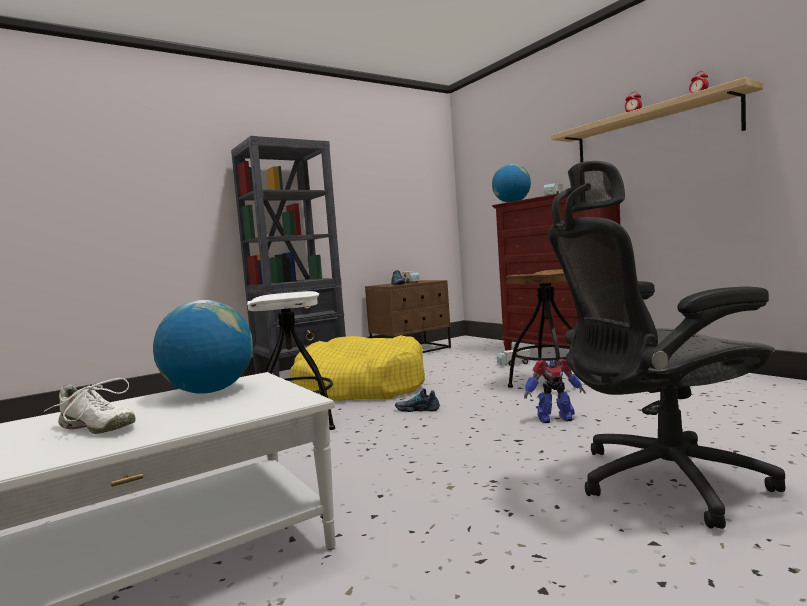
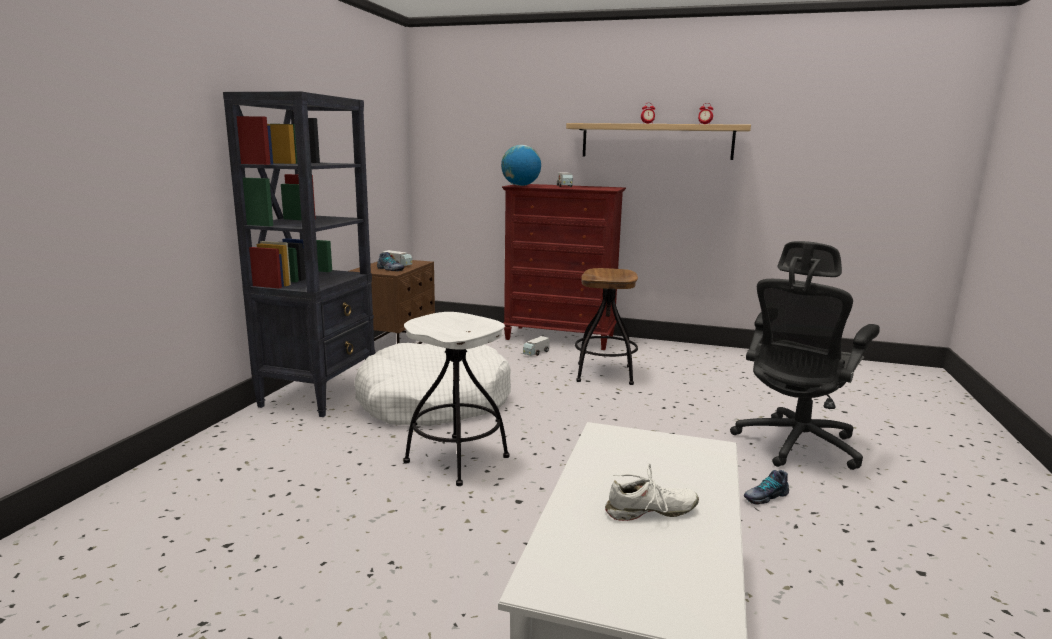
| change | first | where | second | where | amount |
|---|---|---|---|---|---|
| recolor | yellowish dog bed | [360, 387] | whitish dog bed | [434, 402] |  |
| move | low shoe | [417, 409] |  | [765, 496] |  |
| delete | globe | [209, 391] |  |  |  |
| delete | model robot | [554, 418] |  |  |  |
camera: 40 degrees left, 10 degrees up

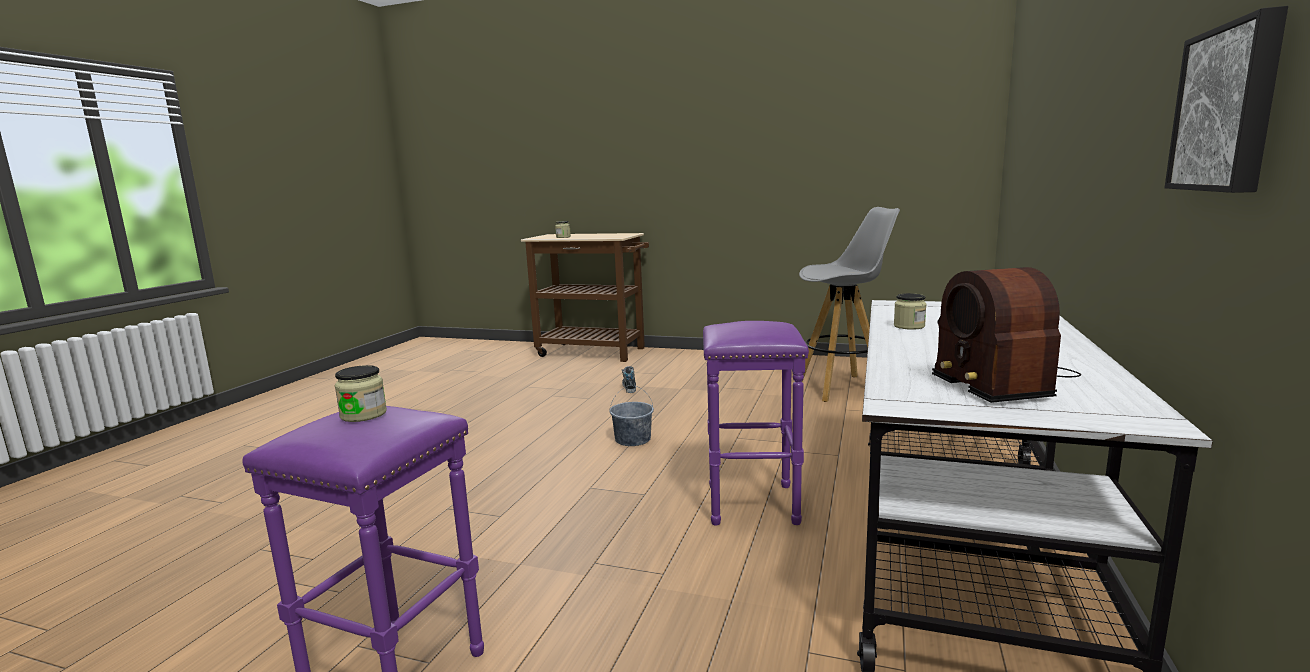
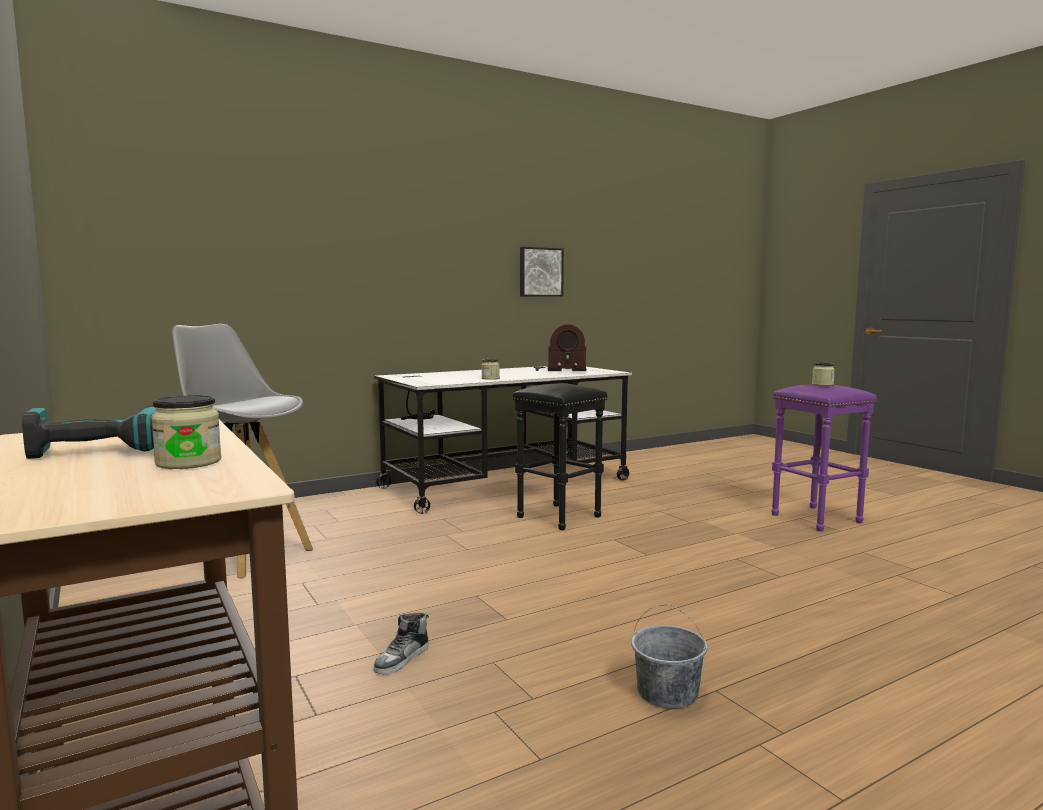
| change | first | where | second | where | amount |
|---|---|---|---|---|---|
| insert |  |  | electric drill | [107, 447] |  |
| recolor | purple-coloured stool | [750, 503] | black-coloured stool | [559, 517] |  |
| rotate | radio | [1001, 380] |  | [559, 370] | 60 degrees clockwise |
| move | greyish bucket | [632, 439] |  | [668, 693] |  |
camera: 140 degrees left, 5 degrees down

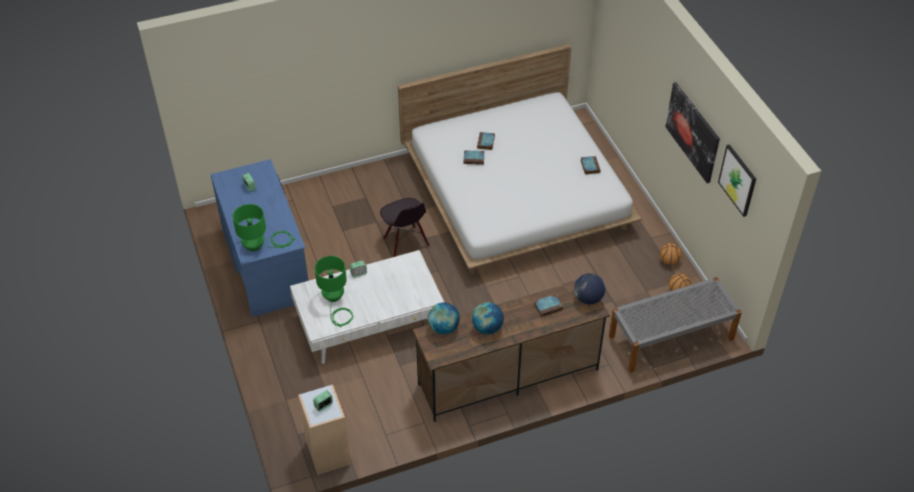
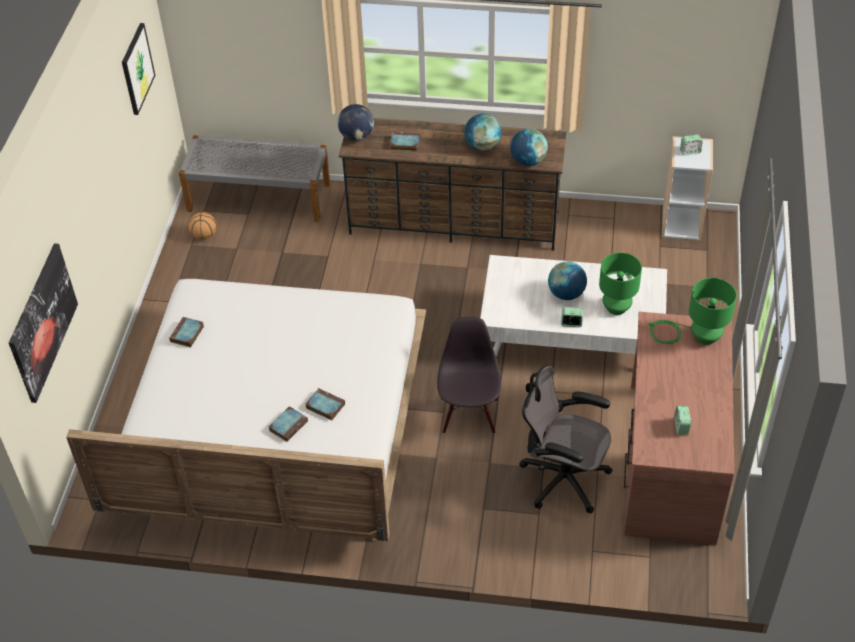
| change | first | where | second | where | amount |
|---|---|---|---|---|---|
| move | wall picture | [693, 132] |  | [42, 322] |  |
| insert |  |  | desk chair | [563, 480] |  |
| insert |  |  | globe | [566, 294] |  |
| recolor | bluish desk | [266, 263] | brownish desk | [670, 462] |  |
| delete | ball for basketball | [669, 261] |  |  |  |
camera: 150 degrees left, 0 degrees up

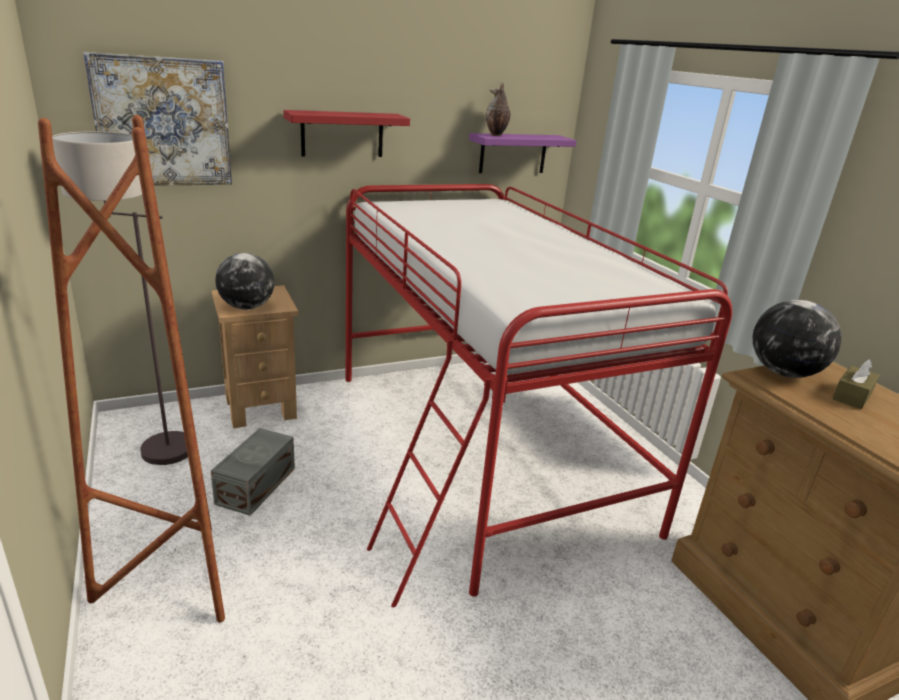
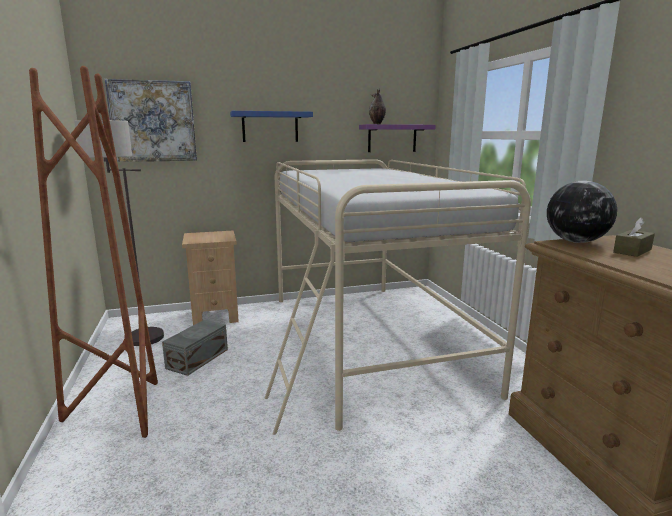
| change | first | where | second | where | amount |
|---|---|---|---|---|---|
| recolor | reddish bracket shelf | [342, 134] | bluish bracket shelf | [270, 127] |  |
| recolor | reddish sleeping bed | [479, 449] | beige-coloured sleeping bed | [366, 341] |  |
| delete | globe | [247, 307] |  |  |  |
camera: 10 degrees right, 10 degrees down

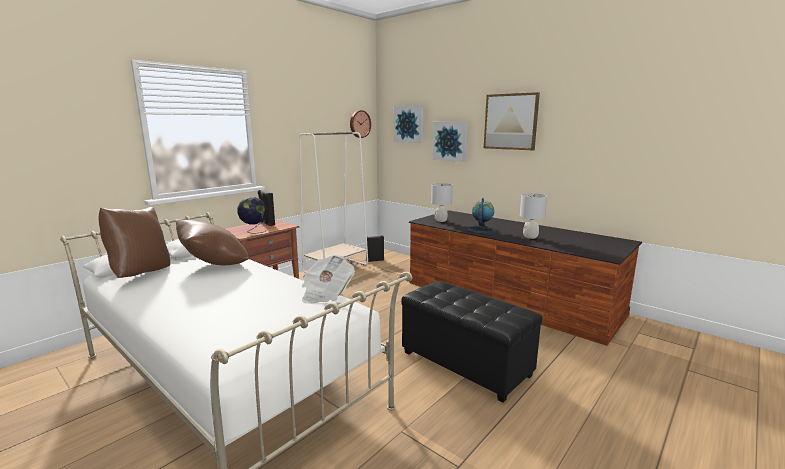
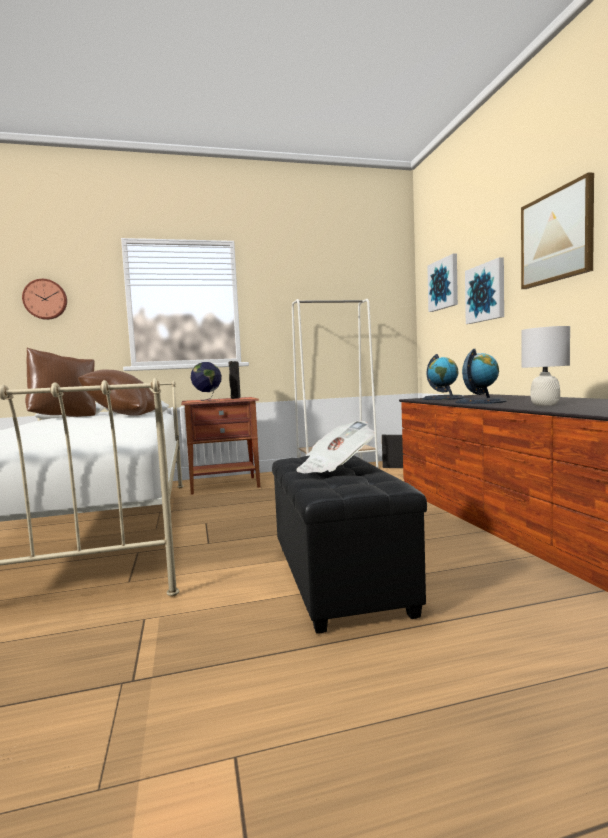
| change | first | where | second | where | amount |
|---|---|---|---|---|---|
| move | hanging clock | [359, 124] |  | [45, 299] |  |
| move | printed paper | [326, 293] |  | [335, 468] |  |
| replace | greyish lamp for a table | [441, 221] | globe | [443, 398] |  |
camera: 35 degrees right, 10 degrees down

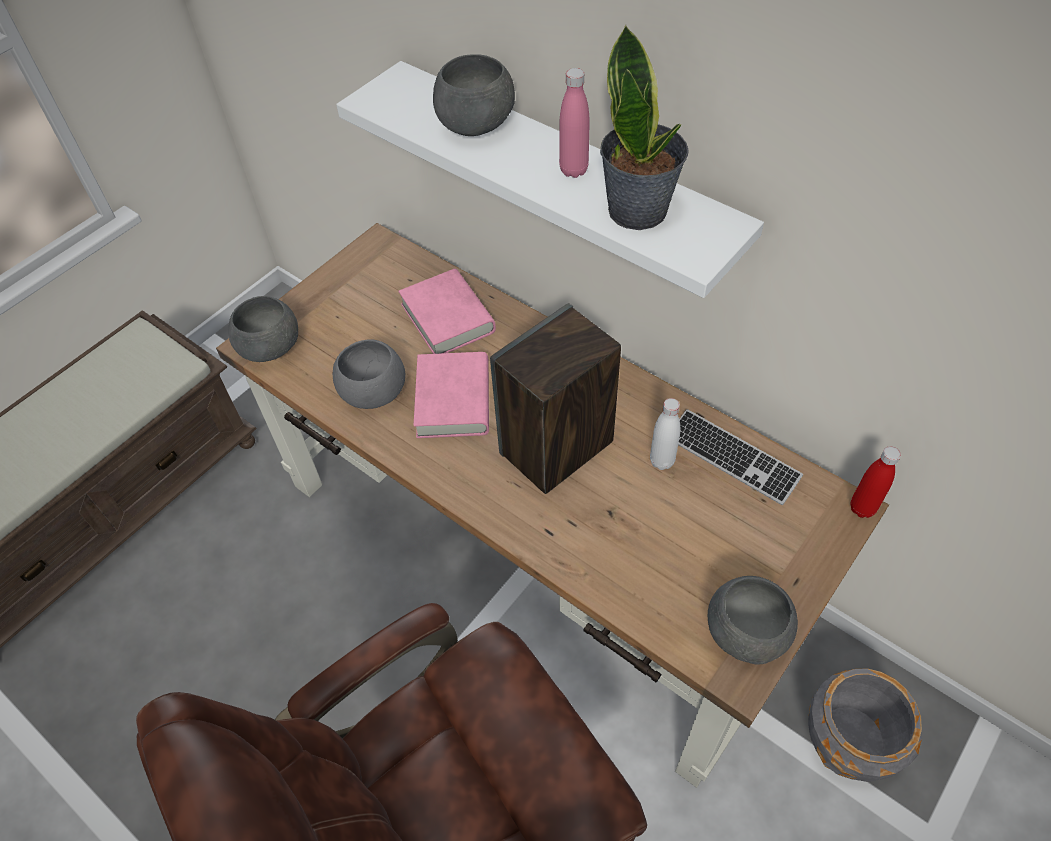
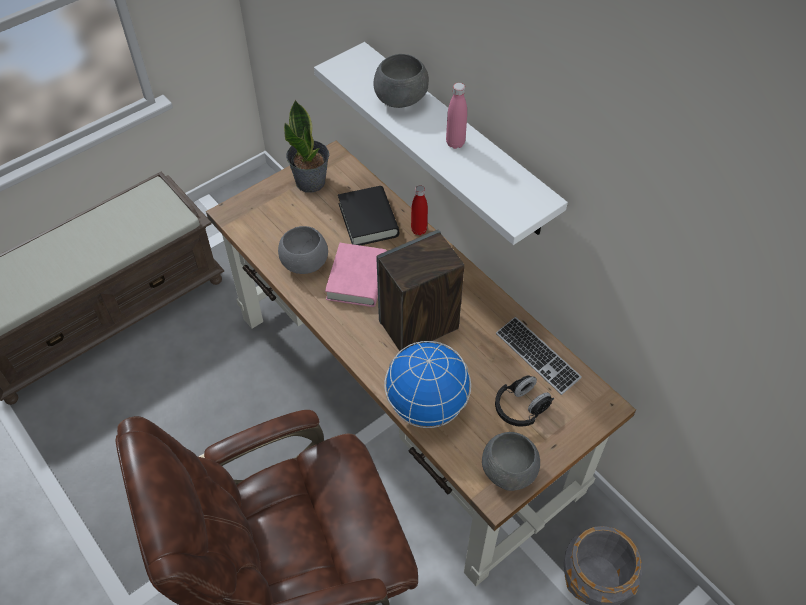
| change | first | where | second | where | amount |
|---|---|---|---|---|---|
| move | plant in a pot | [638, 210] |  | [311, 181] |  |
| recolor | pink book | [448, 318] | black-coloured book | [368, 220] |  |
| insert |  |  | globe | [426, 405] |  |
| move | reddish beverage bottle | [862, 508] |  | [419, 230] |  |
| insert |  |  | black-coloured headset | [521, 408] |  |
| delete | greyish bowl | [271, 349] |  |  |  |
| delete | whitish beverage bottle | [662, 461] |  |  |  |
camera: 10 degrees right, 0 degrees up

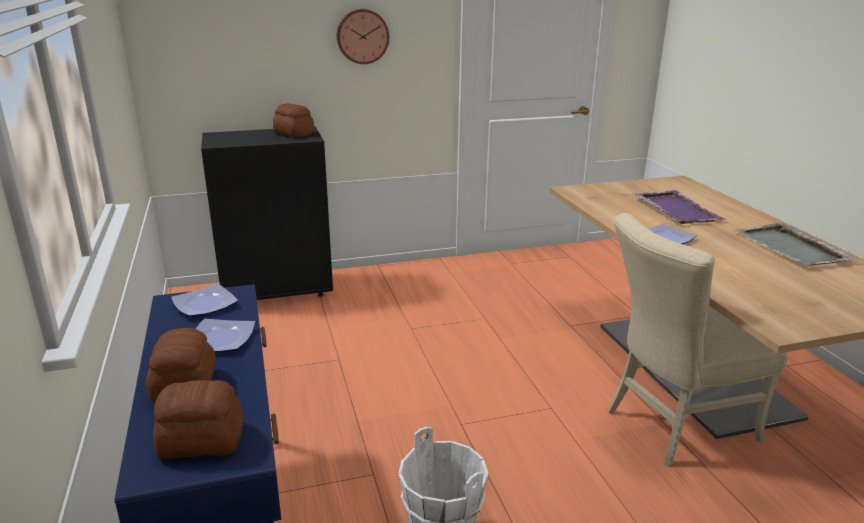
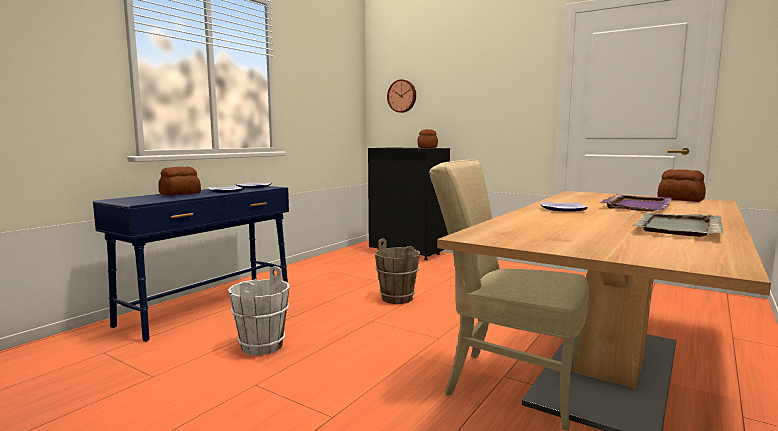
| change | first | where | second | where | amount |
|---|---|---|---|---|---|
| insert |  |  | brownish bucket | [397, 298] |  |
| move | hanging clock | [362, 36] |  | [402, 96] |  |
| move | baked bread | [202, 441] |  | [680, 200] |  |
camera: 50 degrees right, 15 degrees down

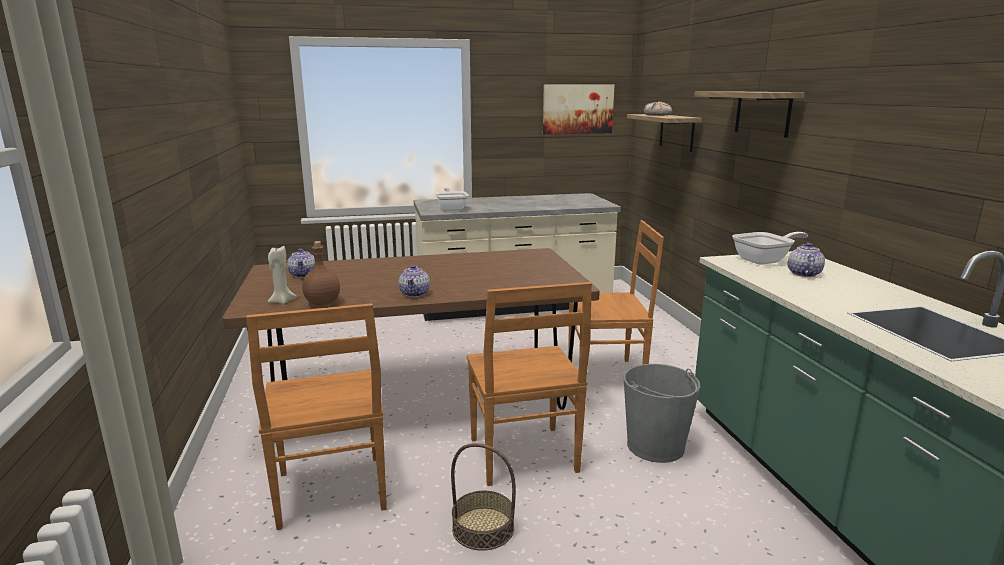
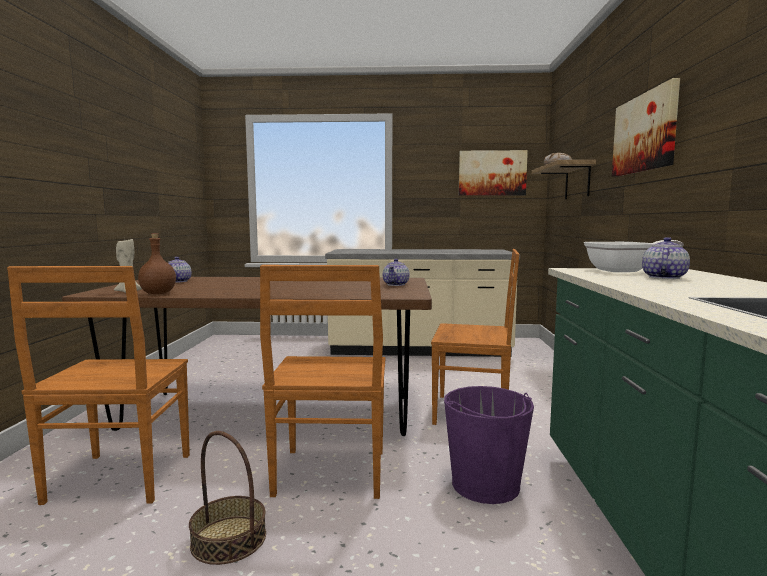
| change | first | where | second | where | amount |
|---|---|---|---|---|---|
| move | teapot | [415, 293] |  | [396, 284] |  |
| recolor | greyish bucket | [655, 446] | purple-coloured bucket | [485, 485] |  |
| replace | bracket shelf | [762, 113] | wall picture | [645, 133] |  |
| delete | pan | [451, 209] |  |  |  |
camera: 15 degrees right, 10 degrees down

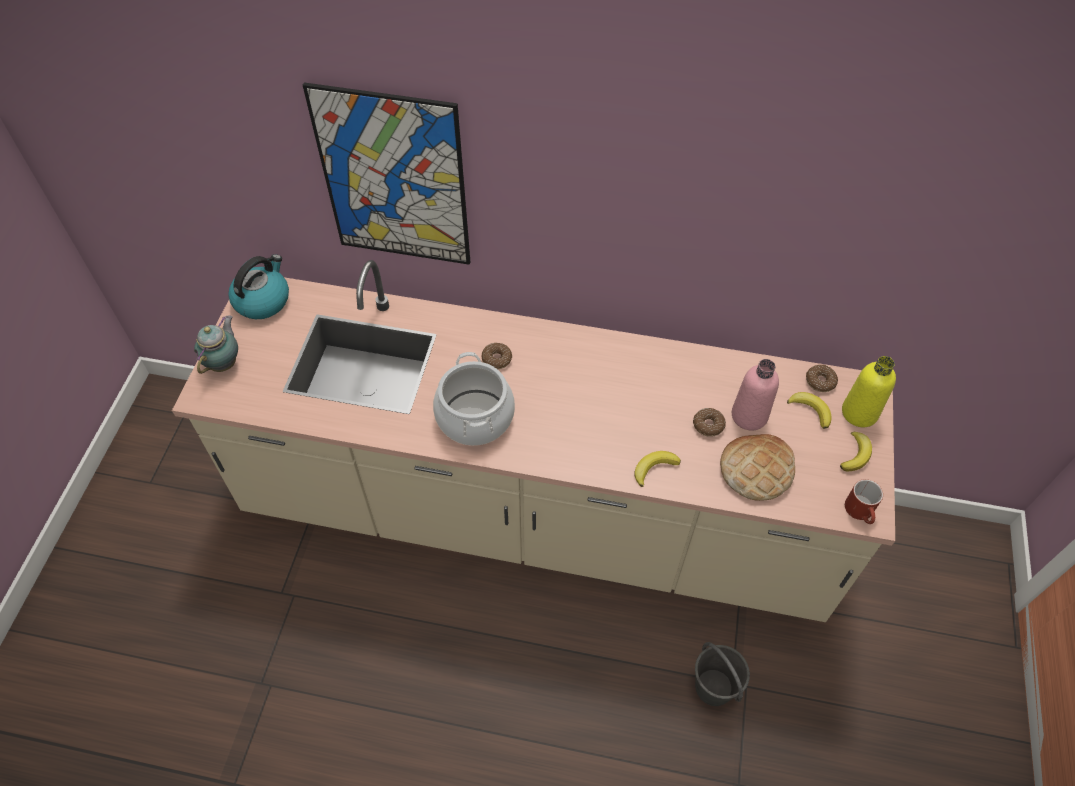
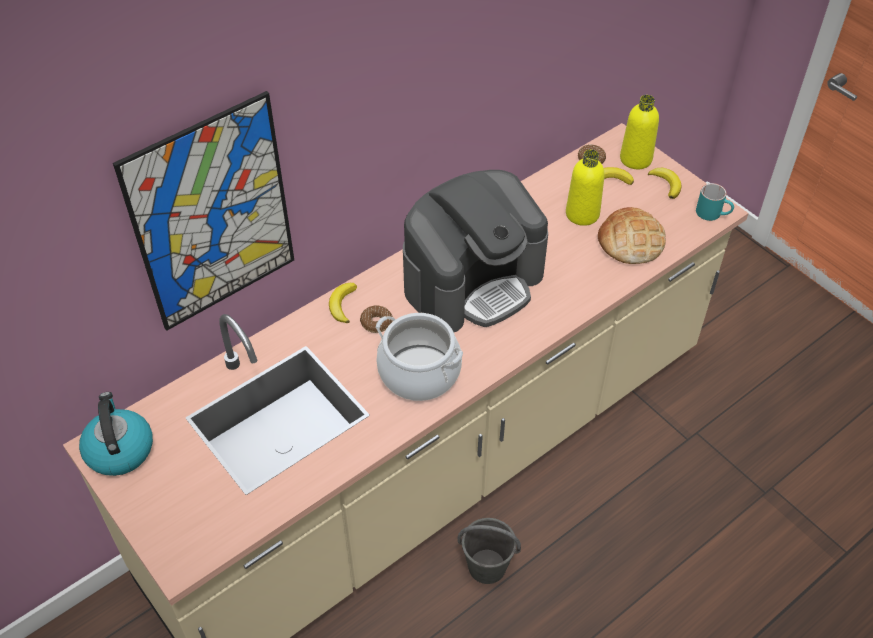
| change | first | where | second | where | amount |
|---|---|---|---|---|---|
| move | whole banana | [654, 468] |  | [342, 304] |  |
| insert |  |  | coffee maker | [473, 281] |  |
| move | greyish bucket | [714, 688] |  | [487, 566] |  |
| recolor | pink beverage bottle | [749, 415] | yellowish beverage bottle | [582, 214] |  |
| recolor | reddish coffee mug | [861, 512] | turquoise-coloured coffee mug | [713, 213] |  |
| delete | teapot | [225, 362] |  |  |  |
| delete | doughnut | [708, 425] |  |  |  |
camera: 50 degrees left, 5 degrees down

